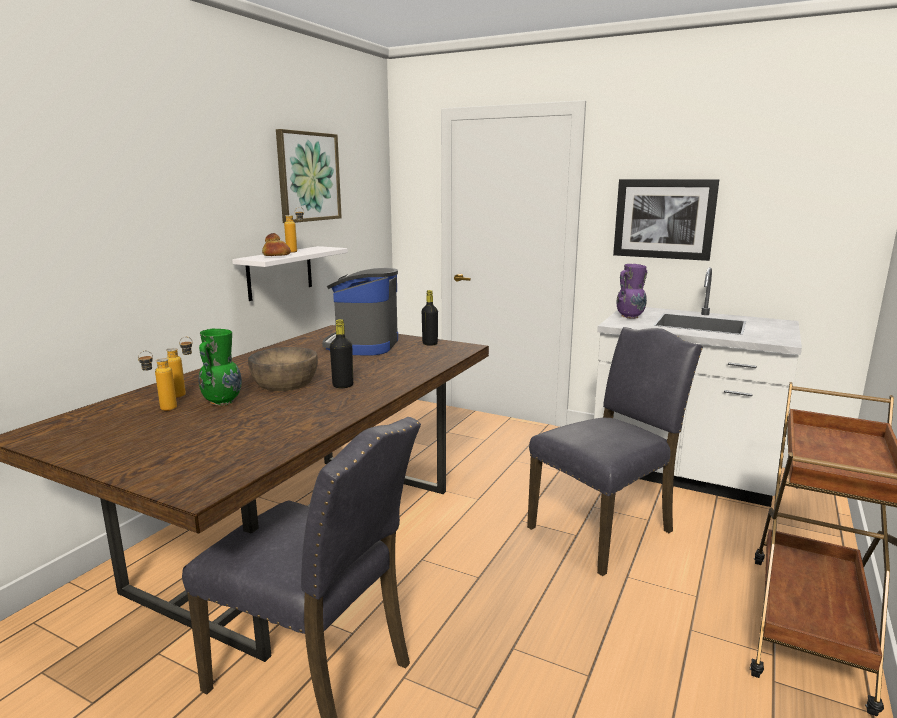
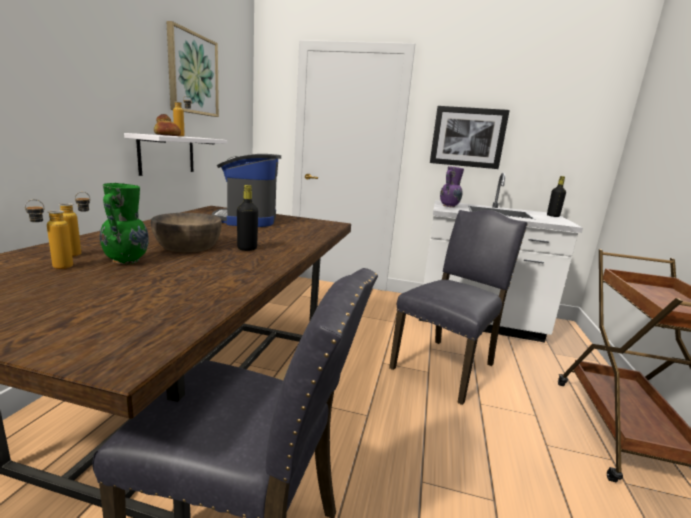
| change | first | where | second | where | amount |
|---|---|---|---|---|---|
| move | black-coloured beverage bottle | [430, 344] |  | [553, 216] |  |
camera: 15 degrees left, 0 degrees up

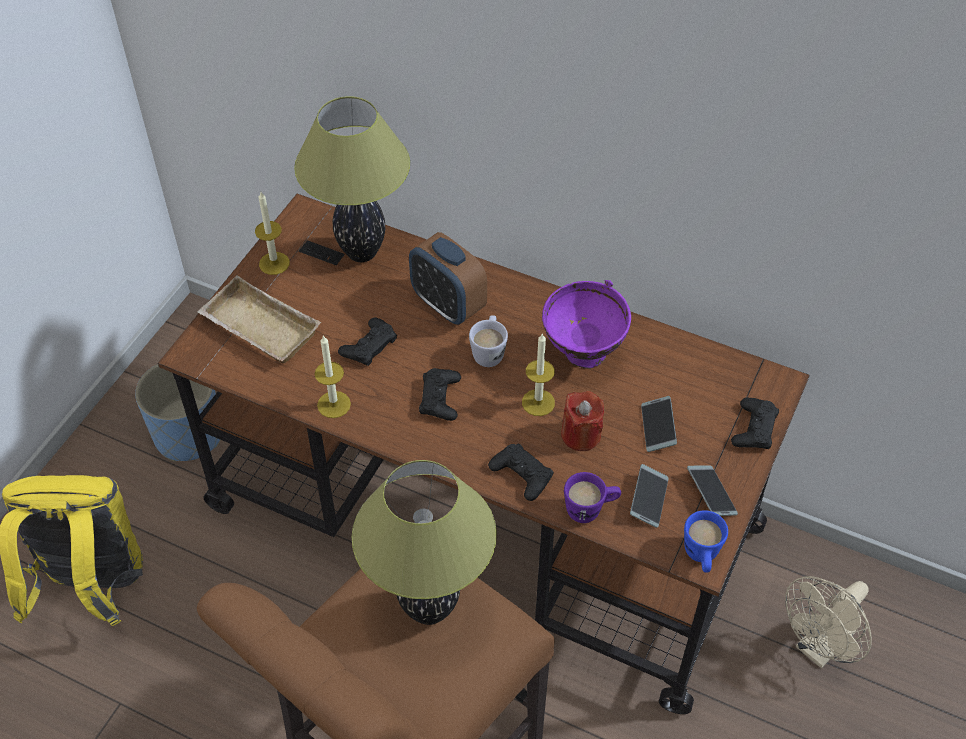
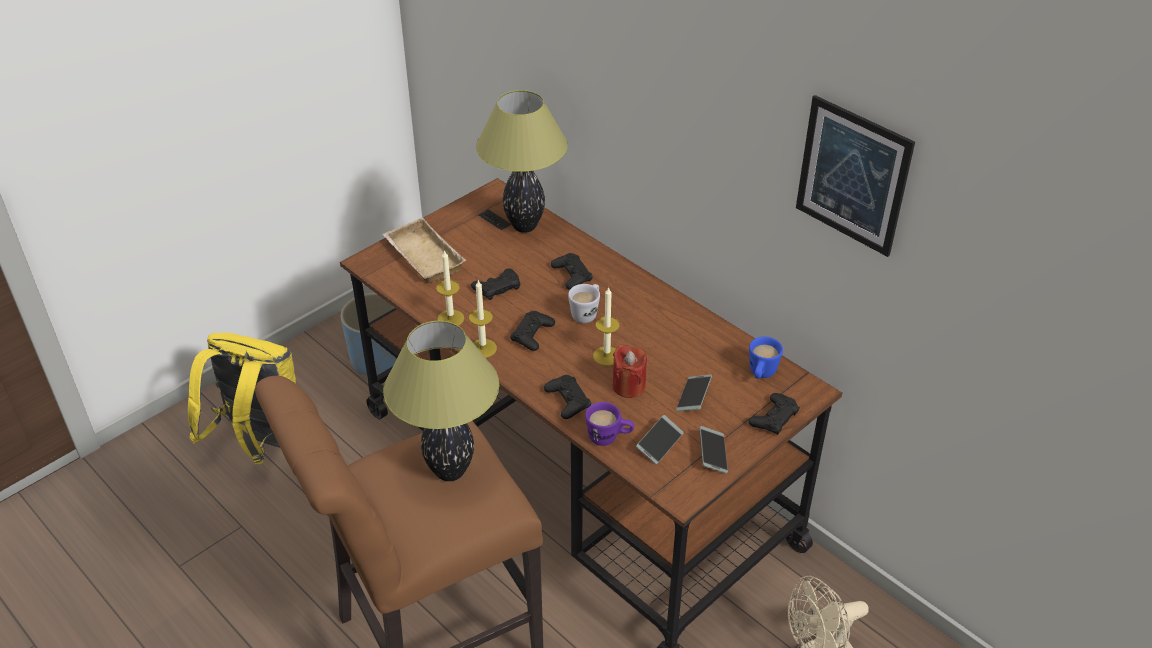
| change | first | where | second | where | amount |
|---|---|---|---|---|---|
| move | wax light | [274, 263] |  | [483, 348] |  |
| replace | bedside clock | [448, 305] | black-coloured game controller | [571, 275] |  |
| move | bluish coffee mug | [701, 557] |  | [761, 375] |  |
| insert |  |  | wall picture | [852, 176] |  |
| delete | purple-coloured bowl | [582, 359] |  |  |  |
camera: 20 degrees right, 10 degrees down

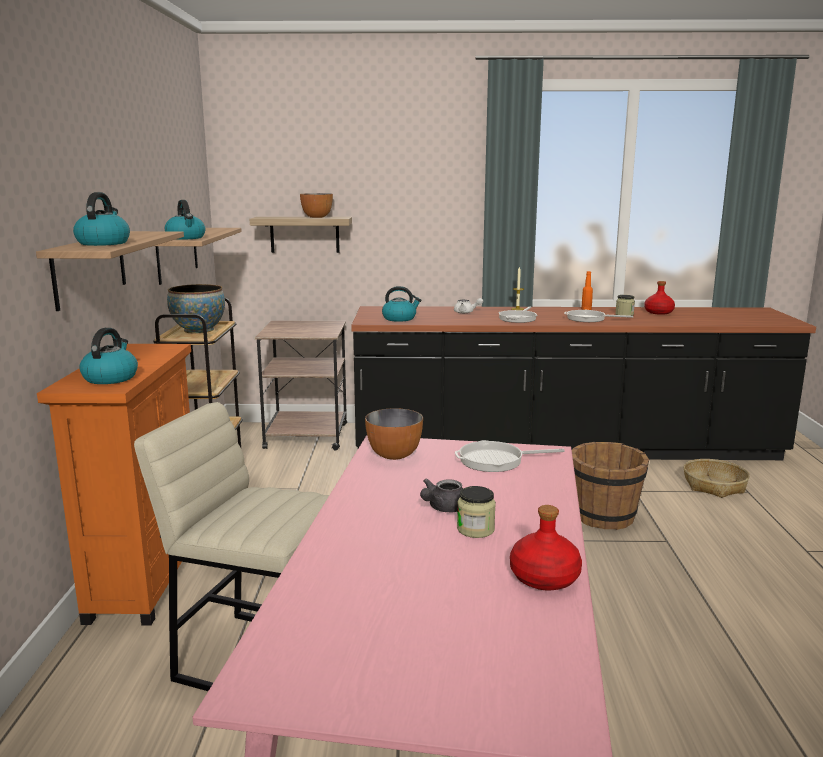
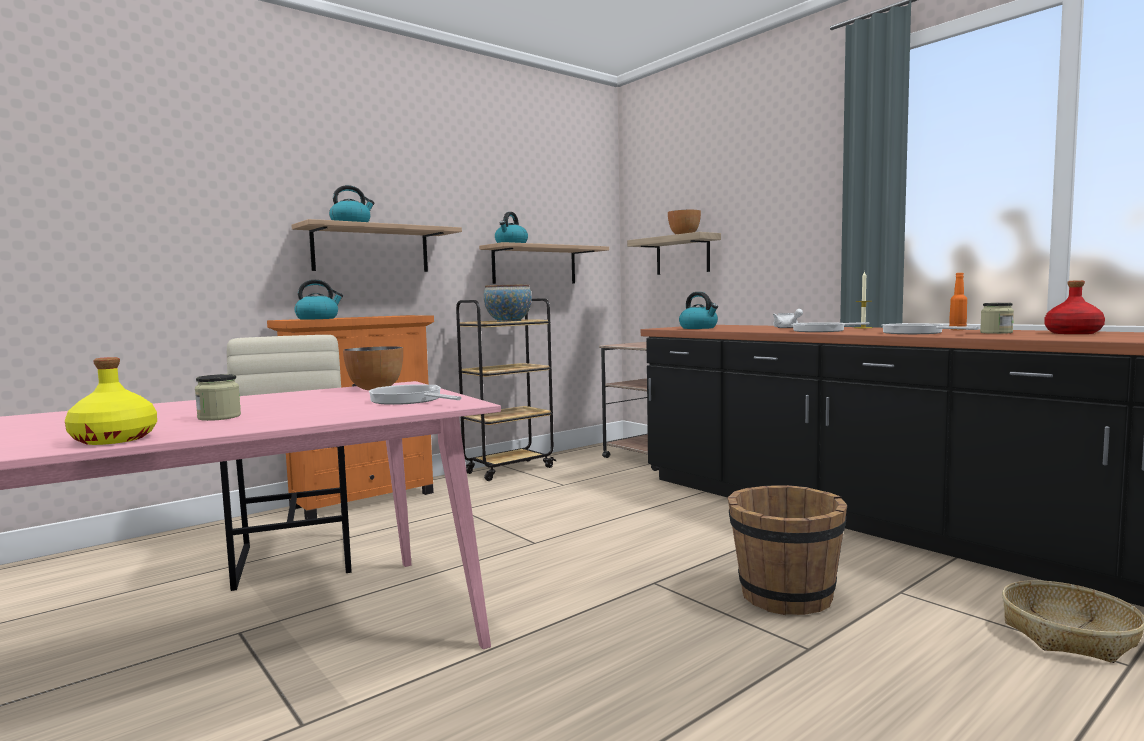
| change | first | where | second | where | amount |
|---|---|---|---|---|---|
| recolor | reddish beverage bottle | [545, 578] | yellowish beverage bottle | [113, 439] |  |
| delete | greyish teapot | [443, 508] |  |  |  |
camera: 50 degrees right, 10 degrees down

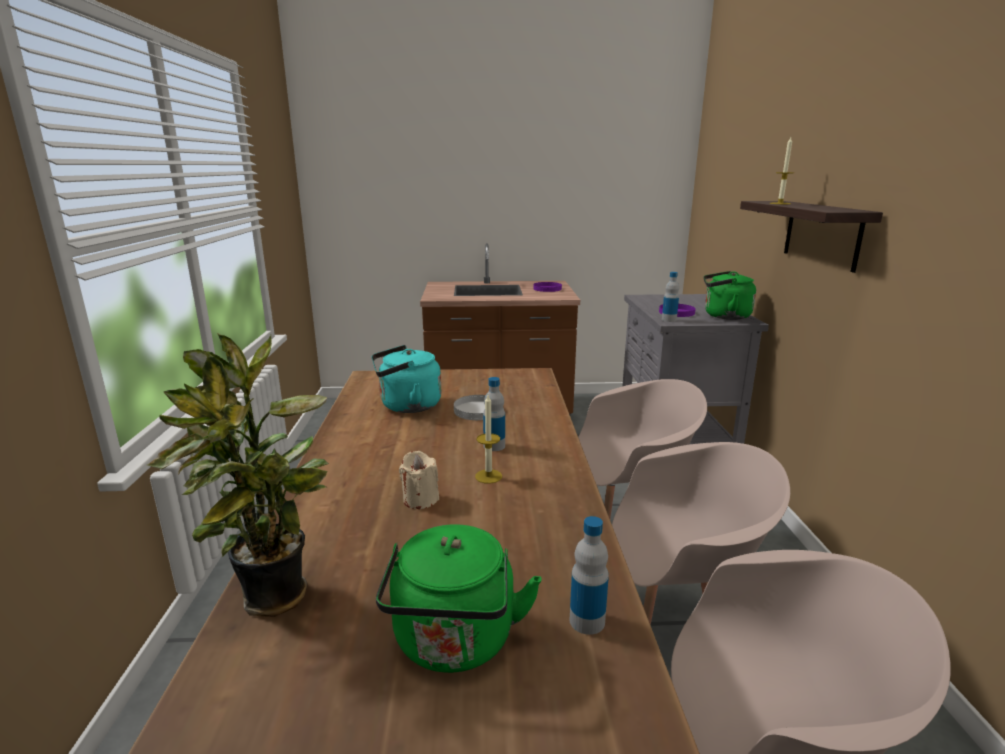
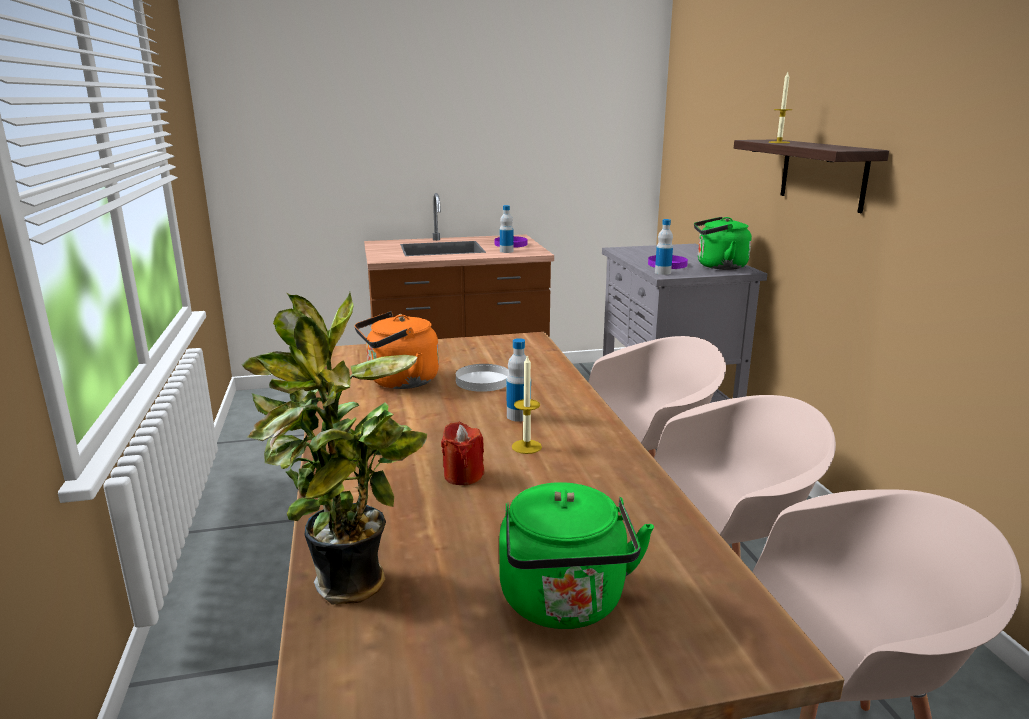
| change | first | where | second | where | amount |
|---|---|---|---|---|---|
| recolor | turquoise-coloured tea kettle | [407, 406] | orange-coloured tea kettle | [399, 382] |  |
| recolor | beige-coloured wax light | [420, 499] | reddish wax light | [463, 475] |  |
| move | beverage bottle | [587, 621] |  | [506, 251] |  |
camera: 10 degrees left, 0 degrees up

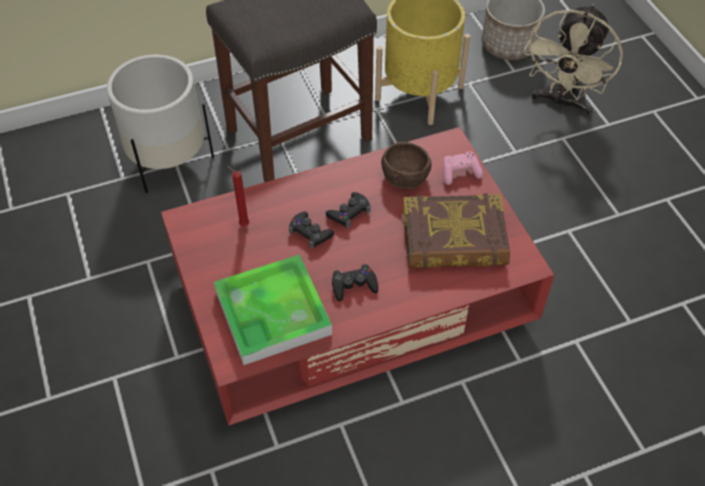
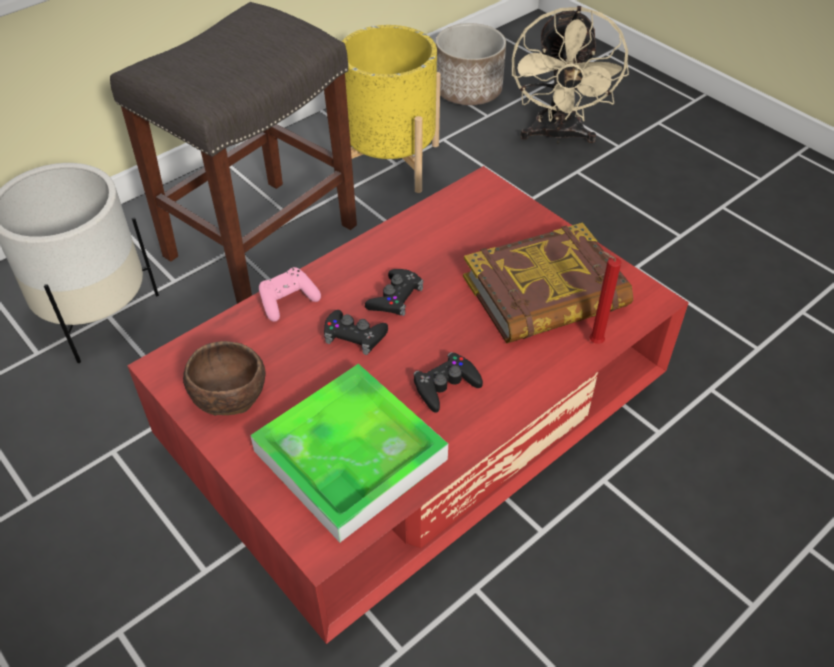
| change | first | where | second | where | amount |
|---|---|---|---|---|---|
| move | brownish bowl | [404, 175] |  | [228, 392] |  |
| move | pink game controller | [460, 173] |  | [288, 301] |  |
| move | reddish wax light | [242, 224] |  | [593, 342] |  |
camera: 20 degrees left, 5 degrees down

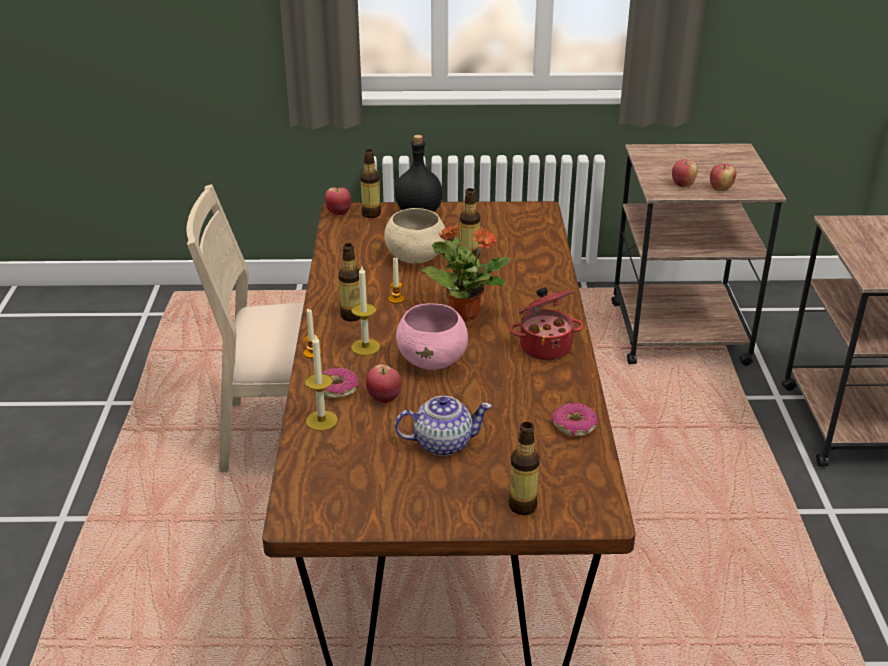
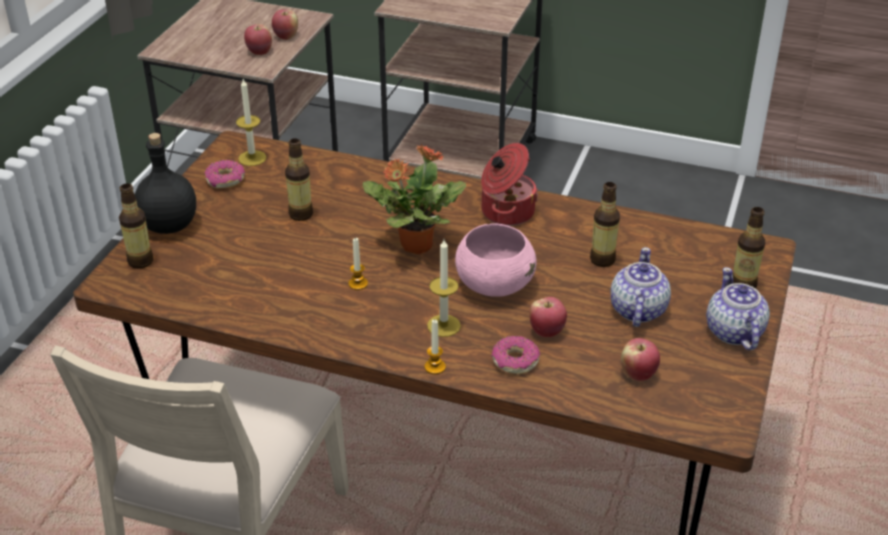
| change | first | where | second | where | amount |
|---|---|---|---|---|---|
| move | doughnut | [574, 426] |  | [225, 180] |  |
| move | wax light | [321, 420] |  | [252, 158] |  |
| move | beverage bottle | [351, 316] |  | [602, 260] |  |
| move | whole apple | [339, 213] |  | [638, 374] |  |
| insert |  |  | teapot | [733, 332] |  |
| delete | beige-coloured bowl | [415, 258] |  |  |  |
camera: 70 degrees left, 5 degrees up

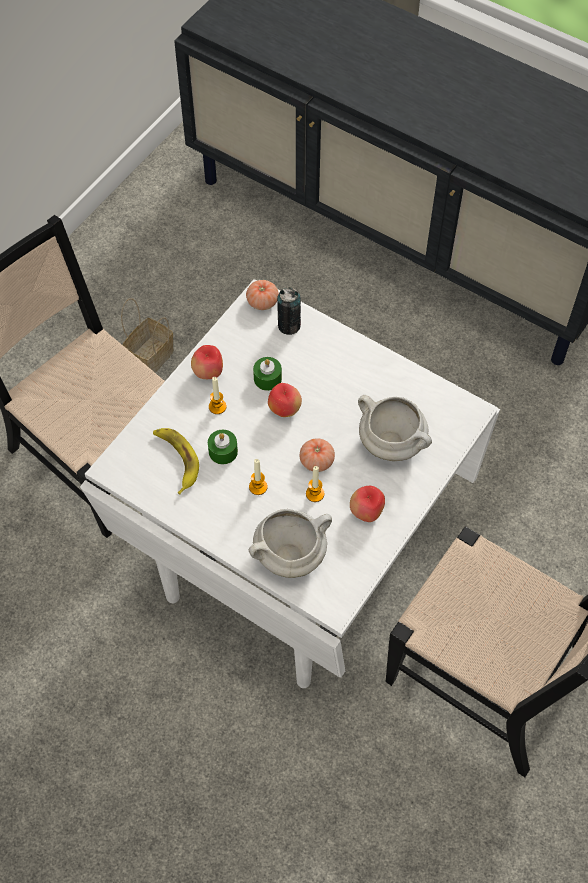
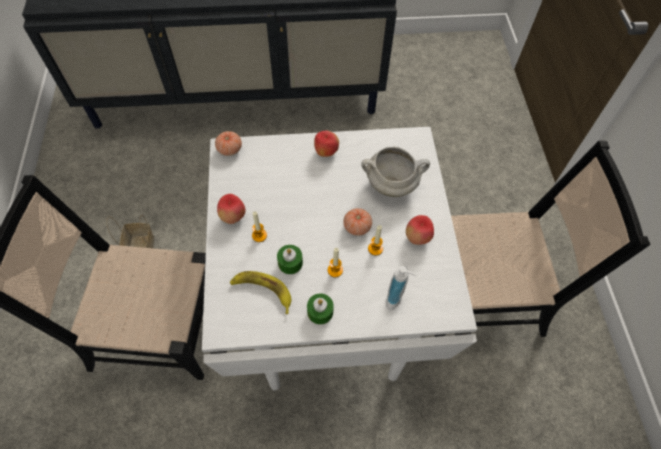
| change | first | where | second | where | amount |
|---|---|---|---|---|---|
| move | green wax light | [267, 378] |  | [320, 312] |  |
| move | whole apple | [284, 410] |  | [326, 152] |  |
| replace | whitish cooking pot | [290, 554] | soap dispenser | [397, 299] |  |
| delete | sealed can | [289, 325] |  |  |  |
camera: 40 degrees left, 0 degrees up

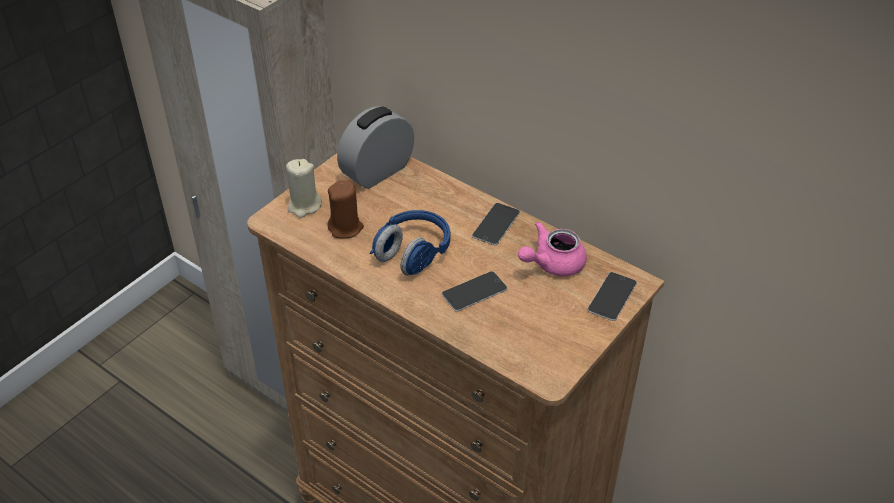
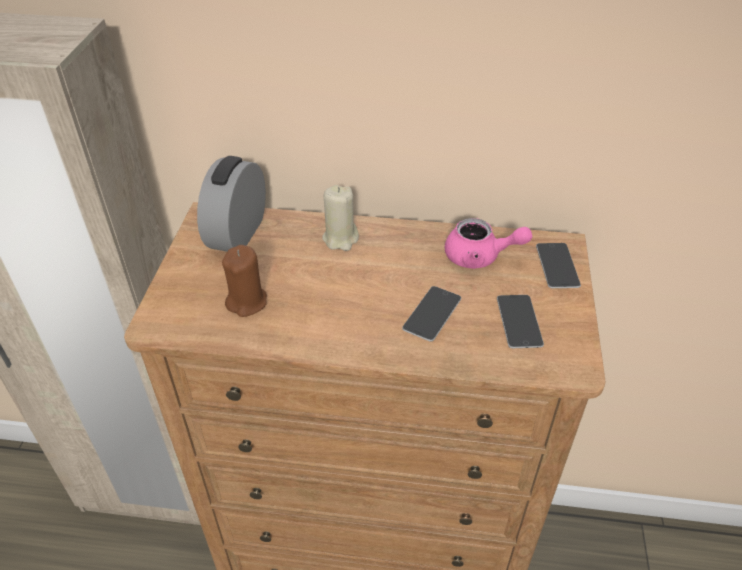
| change | first | where | second | where | amount |
|---|---|---|---|---|---|
| move | beige-coloured wax light | [304, 206] |  | [340, 239] |  |
| rotate | pink teapot | [552, 264] |  | [480, 257] | 105 degrees counterclockwise |
| move | handset | [496, 224] |  | [519, 321] |  |
| delete | bluish headset | [412, 253] |  |  |  |
camera: 30 degrees left, 0 degrees up

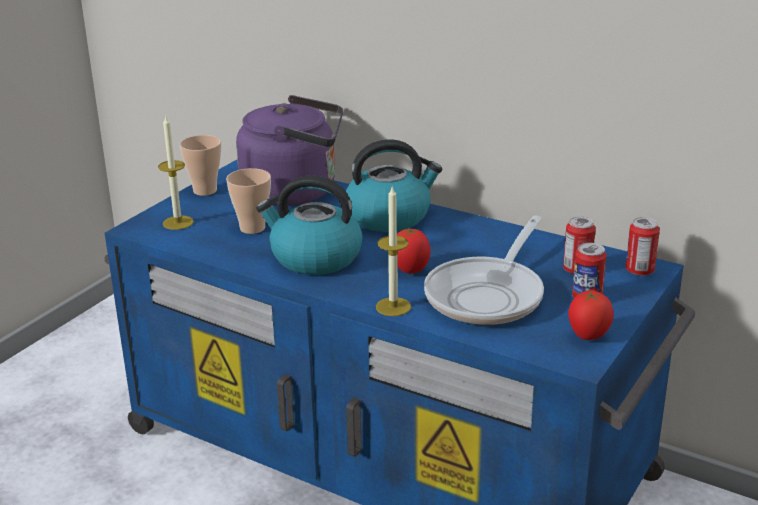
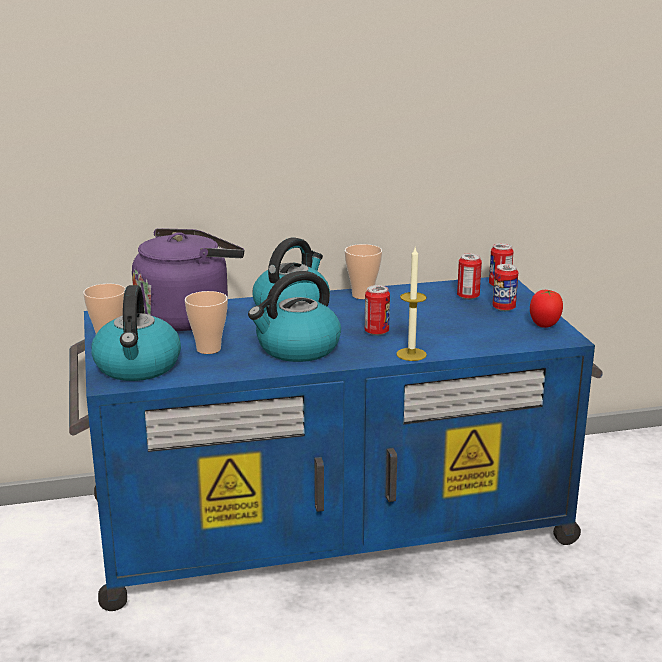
| change | first | where | second | where | amount |
|---|---|---|---|---|---|
| replace | wax light | [178, 223] | tea kettle | [138, 367] |  |
| insert |  |  | drinking cup | [362, 295] |  |
| replace | tomato | [411, 270] | sealed can | [376, 332] |  |
| delete | pan | [489, 295] |  |  |  |
camera: 45 degrees left, 5 degrees down

